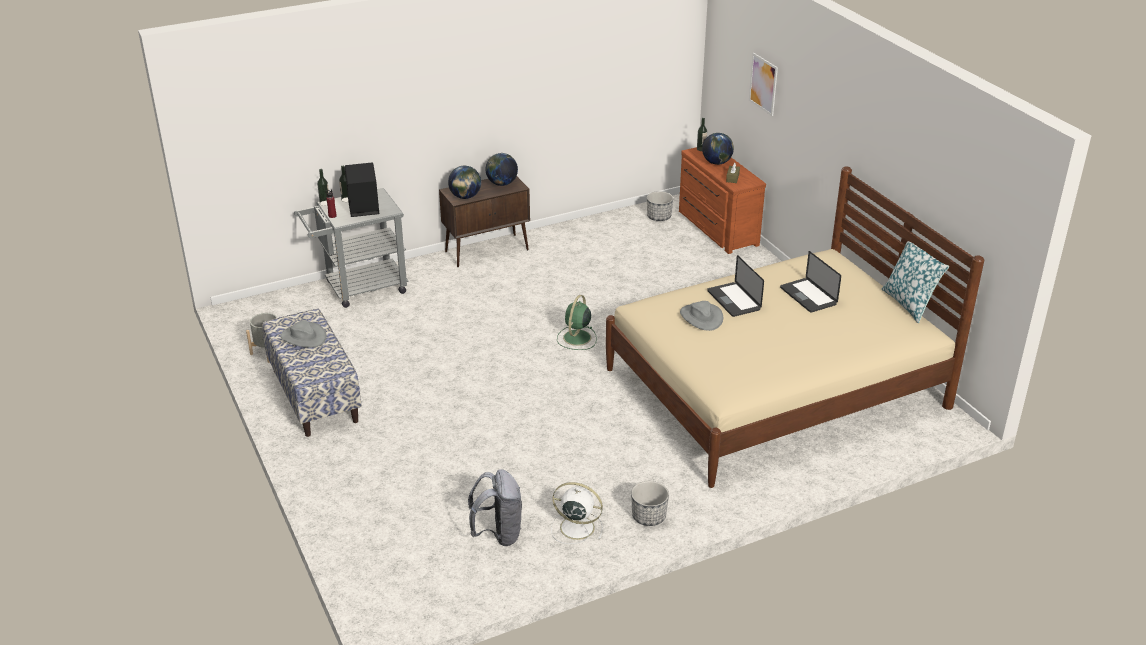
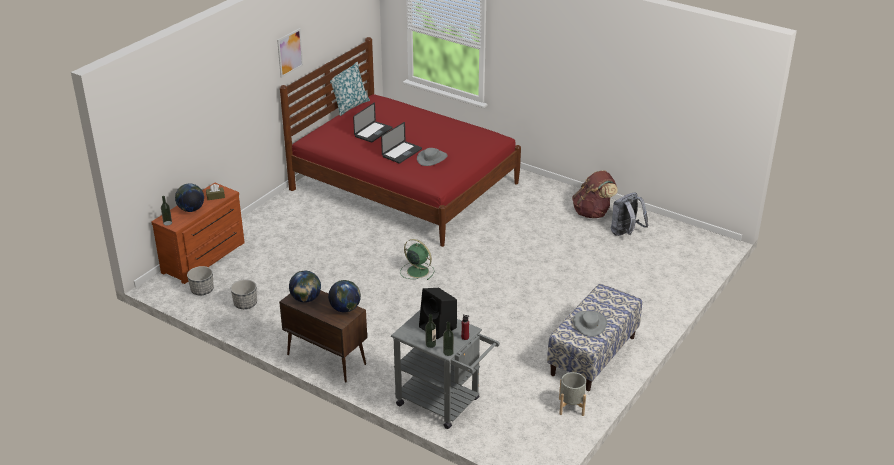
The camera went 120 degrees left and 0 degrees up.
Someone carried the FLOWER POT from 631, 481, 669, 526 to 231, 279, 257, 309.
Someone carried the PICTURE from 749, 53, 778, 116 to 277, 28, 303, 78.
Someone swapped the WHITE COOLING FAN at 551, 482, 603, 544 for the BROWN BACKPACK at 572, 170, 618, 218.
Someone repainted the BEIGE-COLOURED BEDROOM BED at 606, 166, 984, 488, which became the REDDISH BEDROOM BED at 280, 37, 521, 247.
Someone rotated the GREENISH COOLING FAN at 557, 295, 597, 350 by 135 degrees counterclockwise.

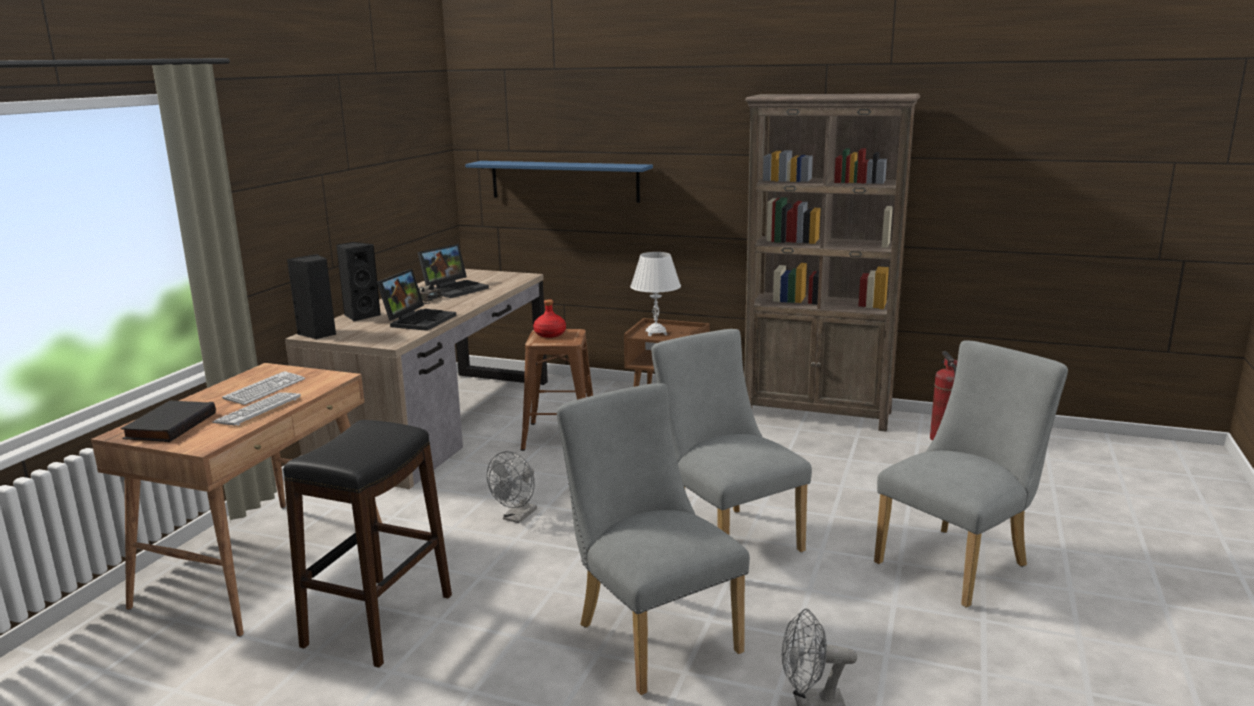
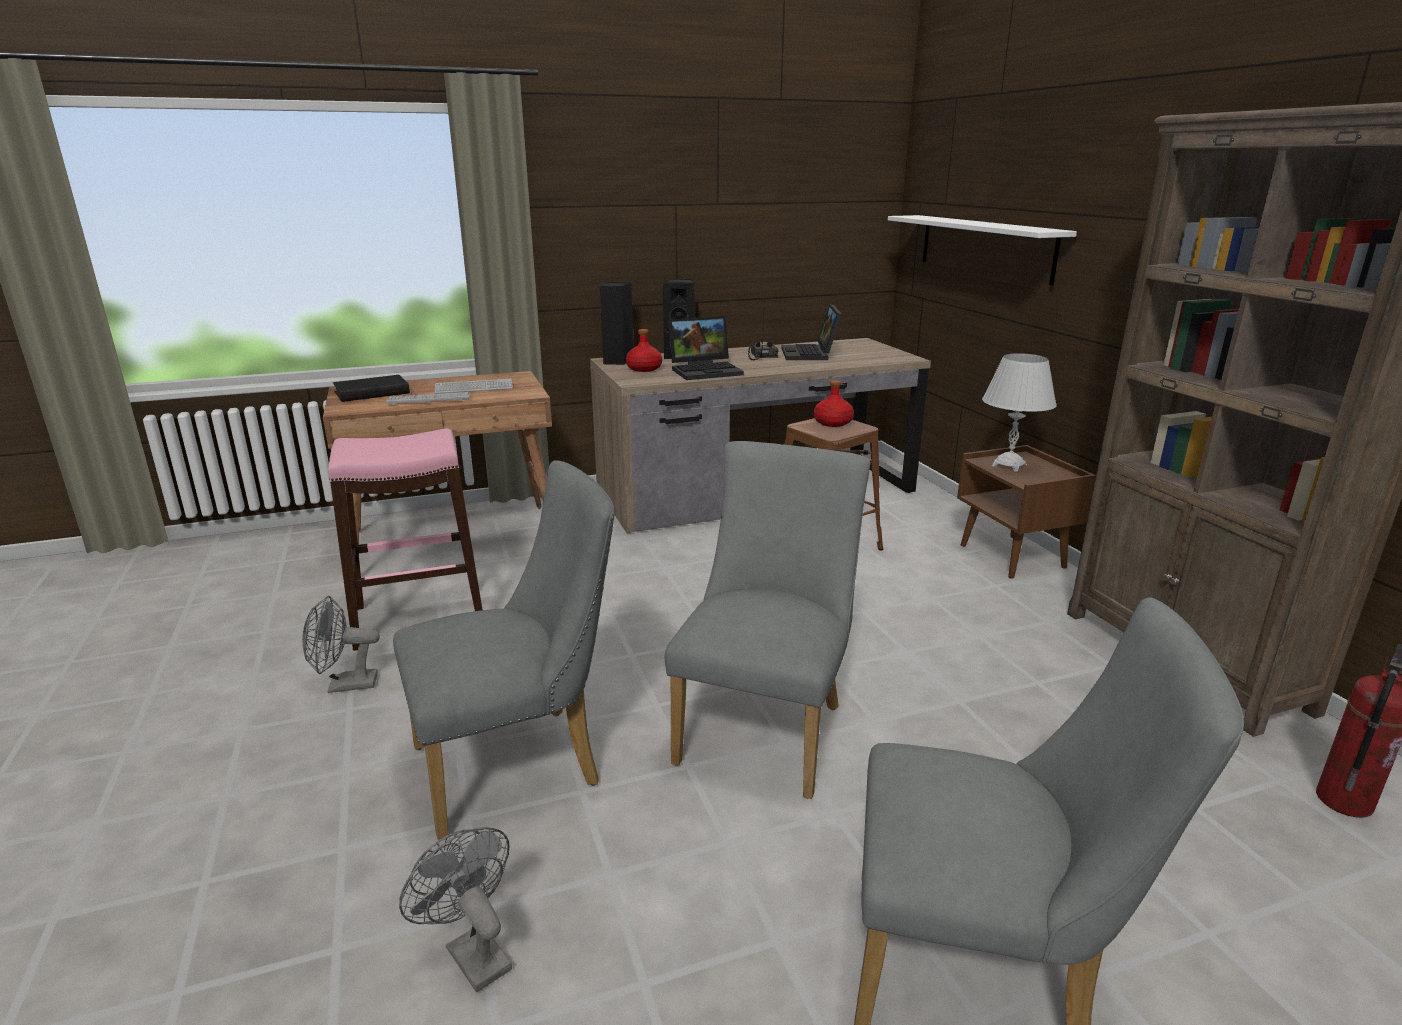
The camera went 50 degrees right and 5 degrees up.
Someone put down the REDDISH BEVERAGE BOTTLE at 626, 329, 662, 372.
Someone carried the GRAY COOLING FAN from 487, 451, 537, 523 to 302, 596, 380, 693.
Someone repainted the BLACKISH SITTING STOOL at 283, 420, 452, 668, which became the PINKISH SITTING STOOL at 328, 428, 483, 651.
Someone repainted the BLUE-COLOURED SHELF at 465, 161, 653, 203, which became the WHITE SHELF at 888, 215, 1077, 285.
Someone rotated the PORTABLE COMPUTER at 417, 244, 489, 298 by 90 degrees clockwise.
Someone rotated the GRAY CHAIR at 557, 383, 750, 695 by 45 degrees clockwise.

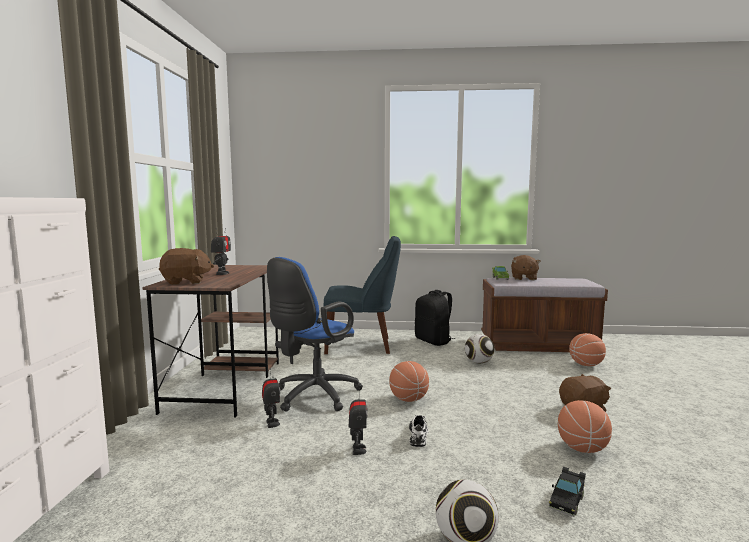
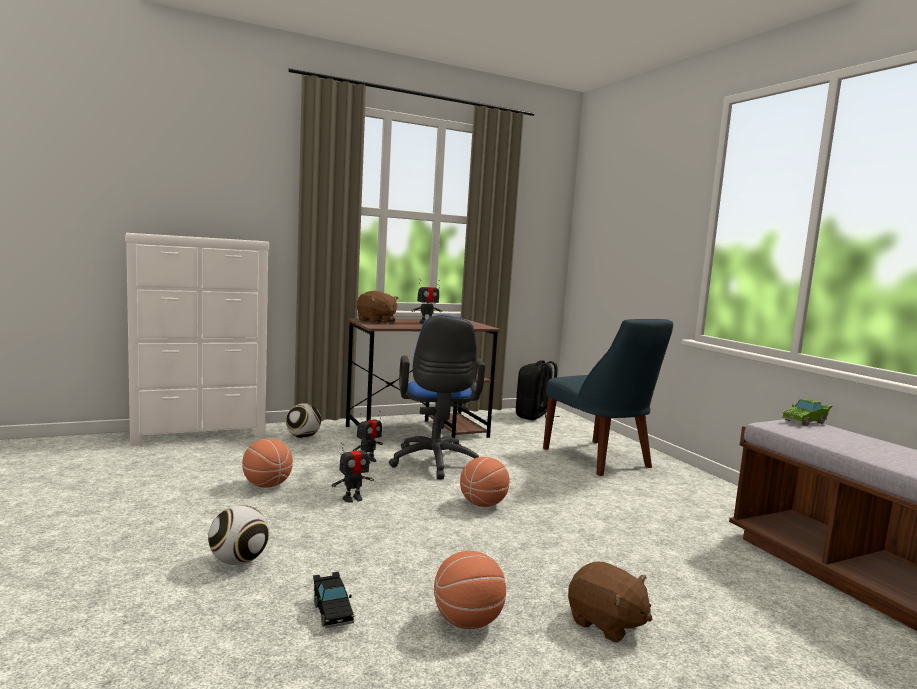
The camera went 60 degrees right and 0 degrees up.
Someone took away the WHITE SHOE at 409, 414, 429, 447.
Someone took away the BROWN PLUSH TOY at 511, 255, 541, 280.
Someone carried the BLACKISH BACKPACK from 415, 290, 455, 346 to 516, 360, 560, 421.
Someone carried the BALL FOR FOOTBALL from 465, 334, 494, 363 to 286, 403, 321, 438.
Someone carried the BALL FOR BASKETBALL from 569, 333, 606, 366 to 242, 439, 293, 488.
Someone rotated the BLUE-COLOURED COMPUTER CHAIR at 267, 257, 363, 412 by 105 degrees counterclockwise.
Someone rotated the BLACKISH TOY CAR at 549, 467, 586, 517 by 120 degrees counterclockwise.

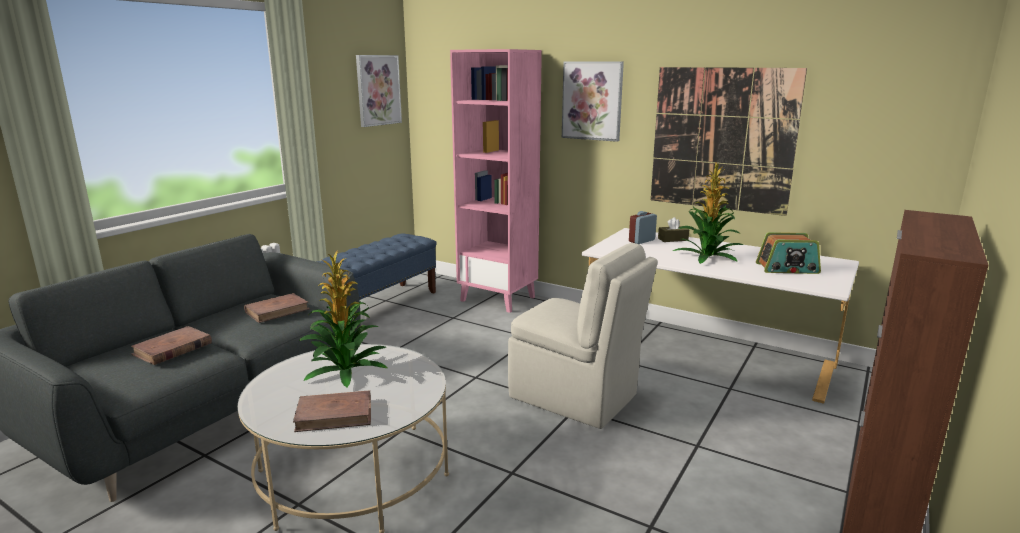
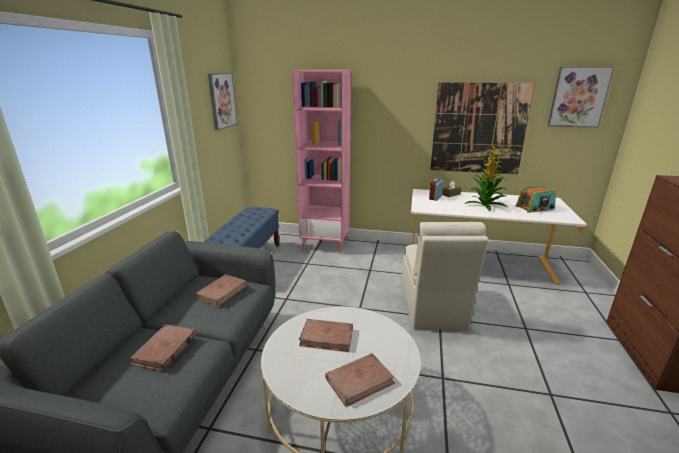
The camera went 20 degrees left and 5 degrees up.
Someone carried the PICTURE from 562, 61, 624, 142 to 548, 67, 615, 128.
Someone swapped the PLANT IN A POT at 299, 250, 387, 387 for the BROWN VOLUME at 299, 319, 353, 352.
Someone rotated the BEIGE-COLOURED CHAIR at 508, 243, 658, 429 by 75 degrees clockwise.

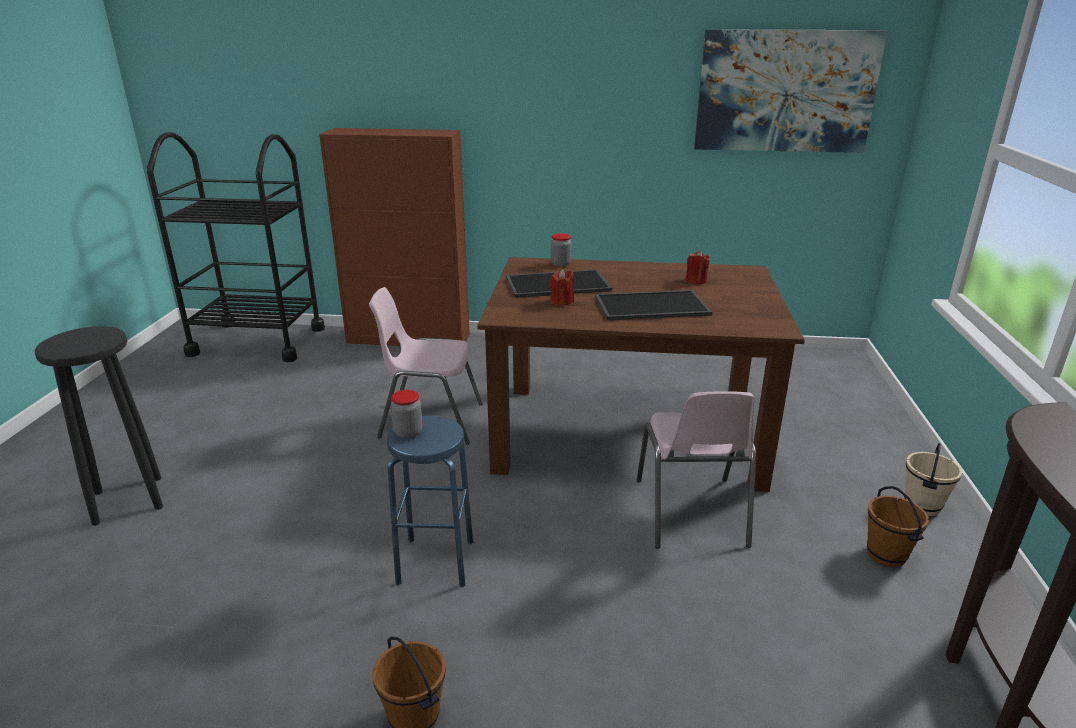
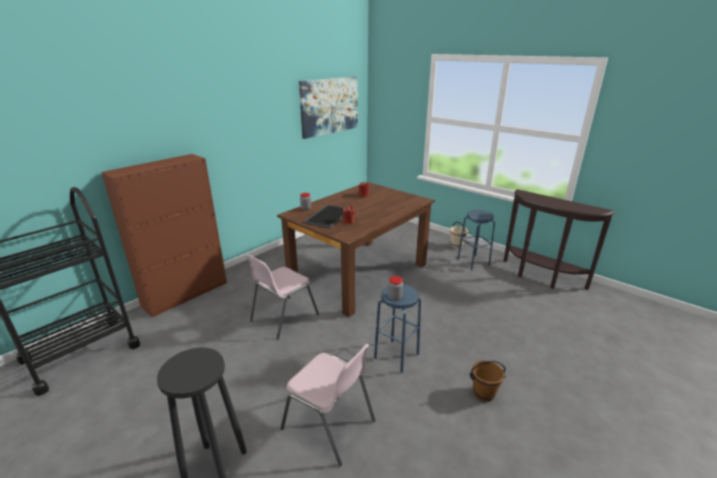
The camera went 55 degrees left and 0 degrees up.
Someone took away the SERVING TRAY at 595, 290, 712, 320.
Someone carried the PINKISH CHAIR from 637, 391, 756, 549 to 281, 344, 376, 466.
Someone swapped the BROWN BUCKET at 867, 486, 929, 567 for the BLUE-COLOURED SITTING STOOL at 457, 210, 495, 270.

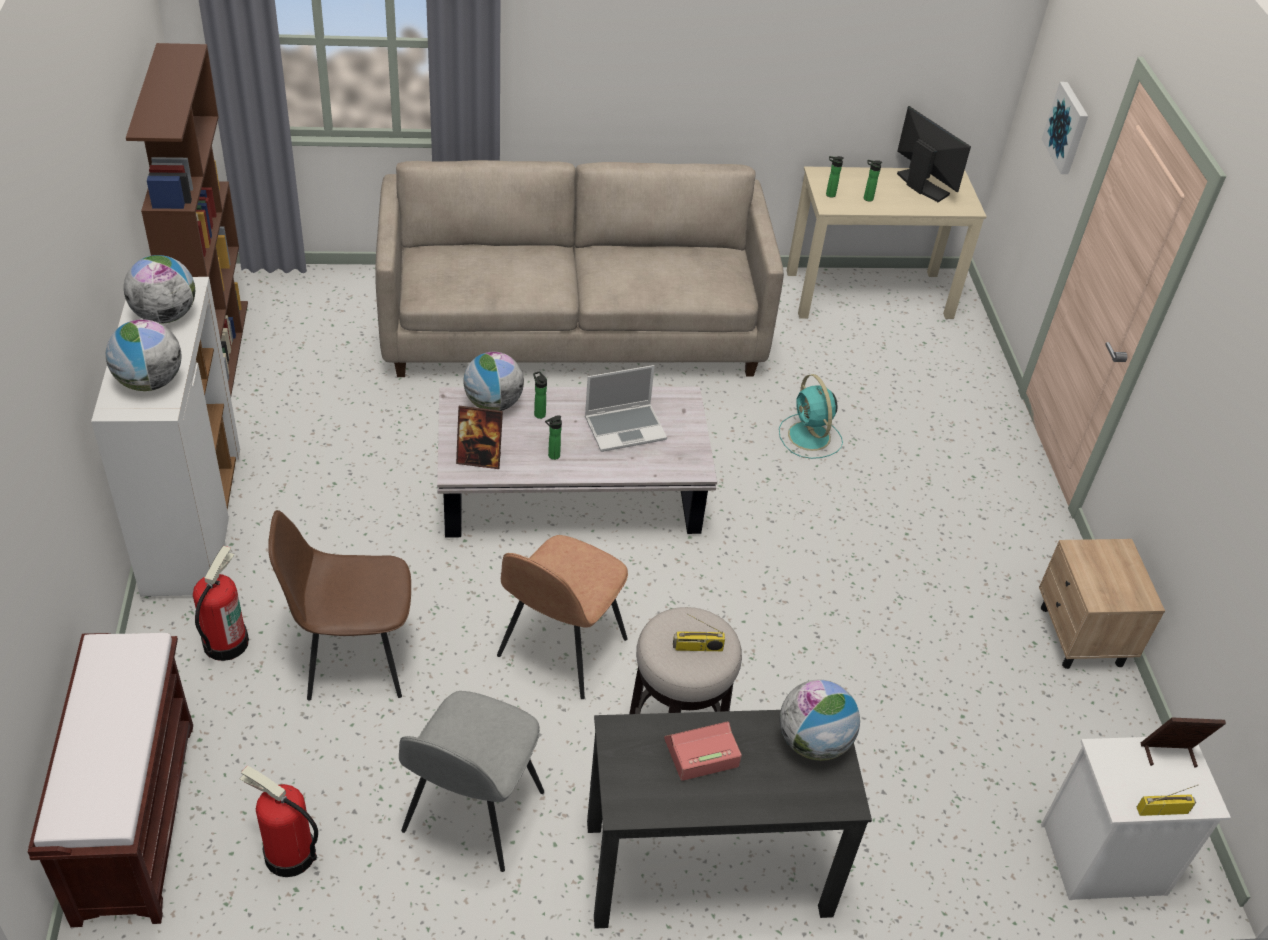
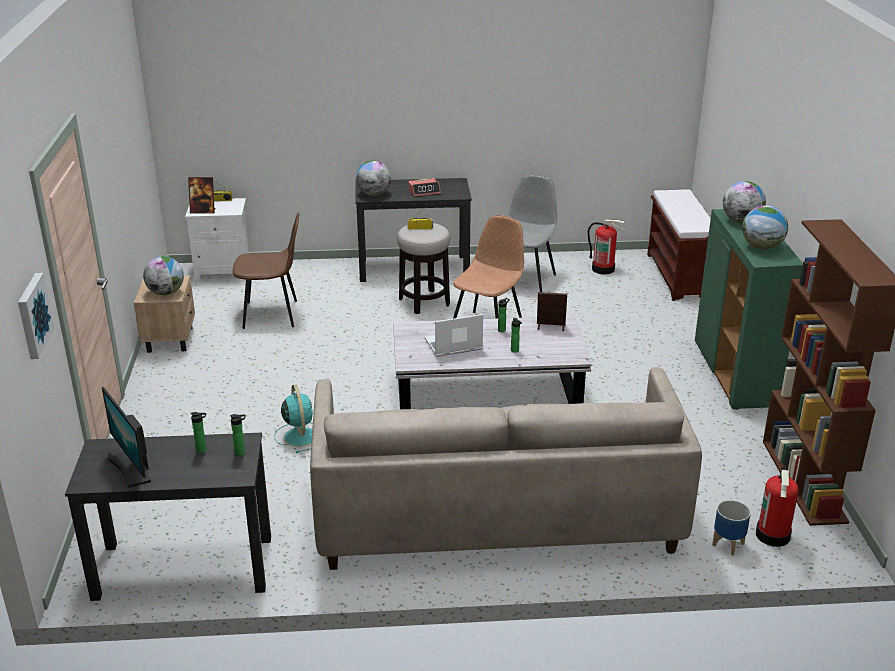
The camera went 175 degrees left and 15 degrees down.
Someone put down the FLOWER POT at 712, 500, 751, 555.
Someone carried the EXTINGUISHER from 193, 546, 249, 661 to 756, 466, 798, 547.
Someone carried the BROWN CHAIR from 268, 510, 411, 701 to 233, 212, 300, 329.
Someone carried the DESK GLOBE from 464, 352, 524, 411 to 143, 256, 184, 295.
Someone repainted the WHITE CABINET at 91, 277, 240, 597, which became the GREENISH CABINET at 695, 209, 803, 410.
Someone repainted the BEIGE-COLOURED DESK TABLE at 787, 167, 987, 319, which became the BLACKISH DESK TABLE at 65, 433, 271, 601.

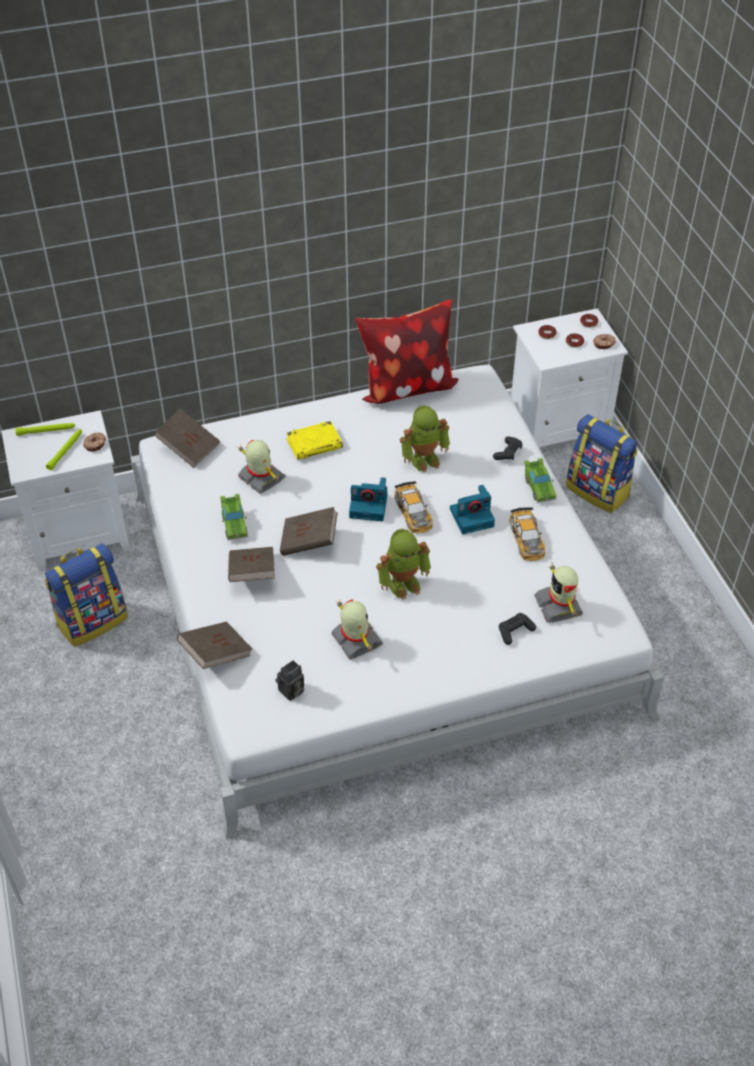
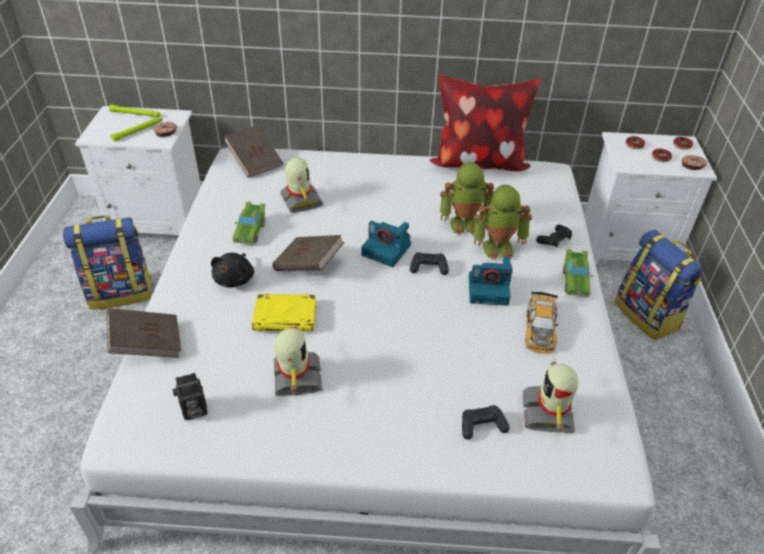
The camera went 20 degrees right and 5 degrees down.
Someone carried the YELLOW VOLUME from 286, 421, 343, 460 to 252, 294, 316, 332.
Someone carried the MODEL ROBOT from 376, 529, 431, 600 to 473, 184, 532, 260.
Someone swapped the BROWN VOLUME at 228, 547, 275, 582 for the BLACKISH PLUSH TOY at 211, 253, 254, 288.
Someone swapped the TOY CAR at 394, 481, 433, 533 for the BLACKISH JOYPAD at 410, 252, 449, 275.

